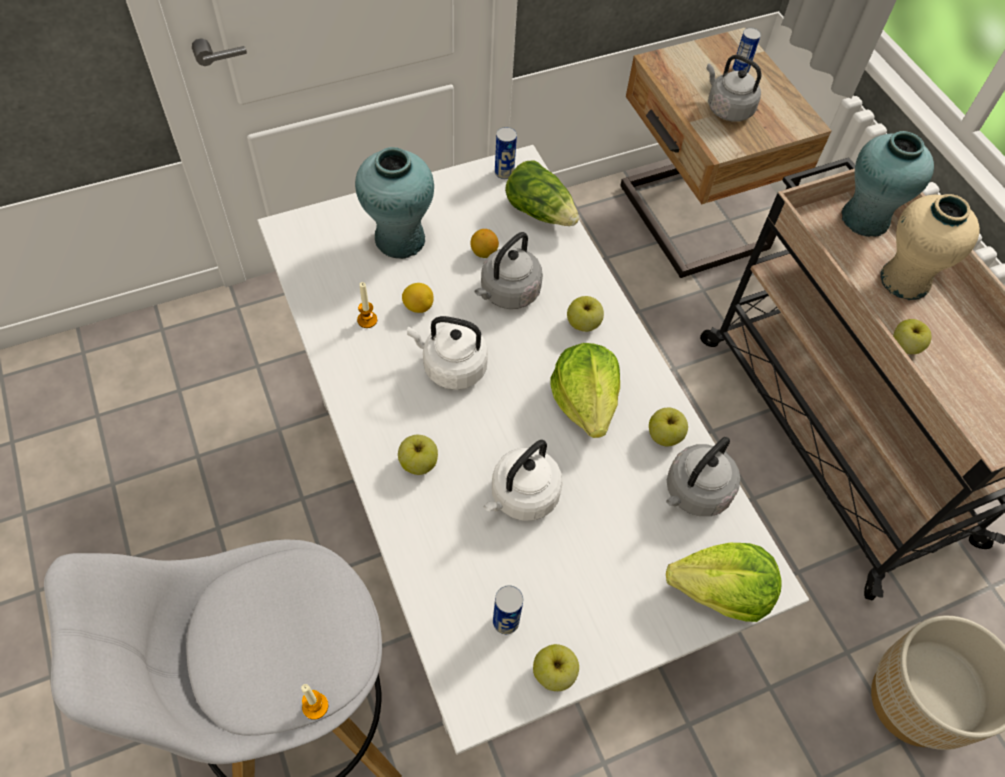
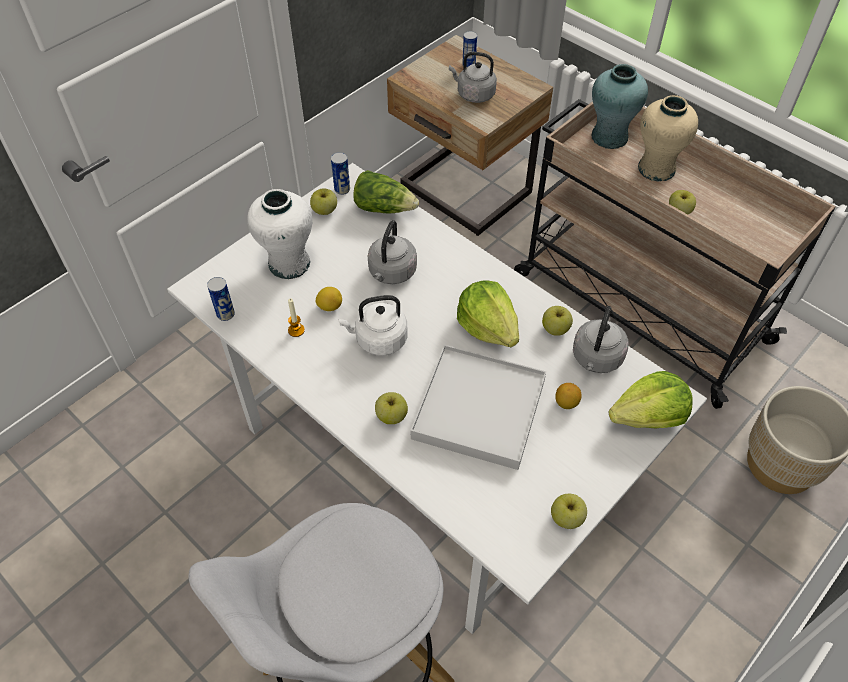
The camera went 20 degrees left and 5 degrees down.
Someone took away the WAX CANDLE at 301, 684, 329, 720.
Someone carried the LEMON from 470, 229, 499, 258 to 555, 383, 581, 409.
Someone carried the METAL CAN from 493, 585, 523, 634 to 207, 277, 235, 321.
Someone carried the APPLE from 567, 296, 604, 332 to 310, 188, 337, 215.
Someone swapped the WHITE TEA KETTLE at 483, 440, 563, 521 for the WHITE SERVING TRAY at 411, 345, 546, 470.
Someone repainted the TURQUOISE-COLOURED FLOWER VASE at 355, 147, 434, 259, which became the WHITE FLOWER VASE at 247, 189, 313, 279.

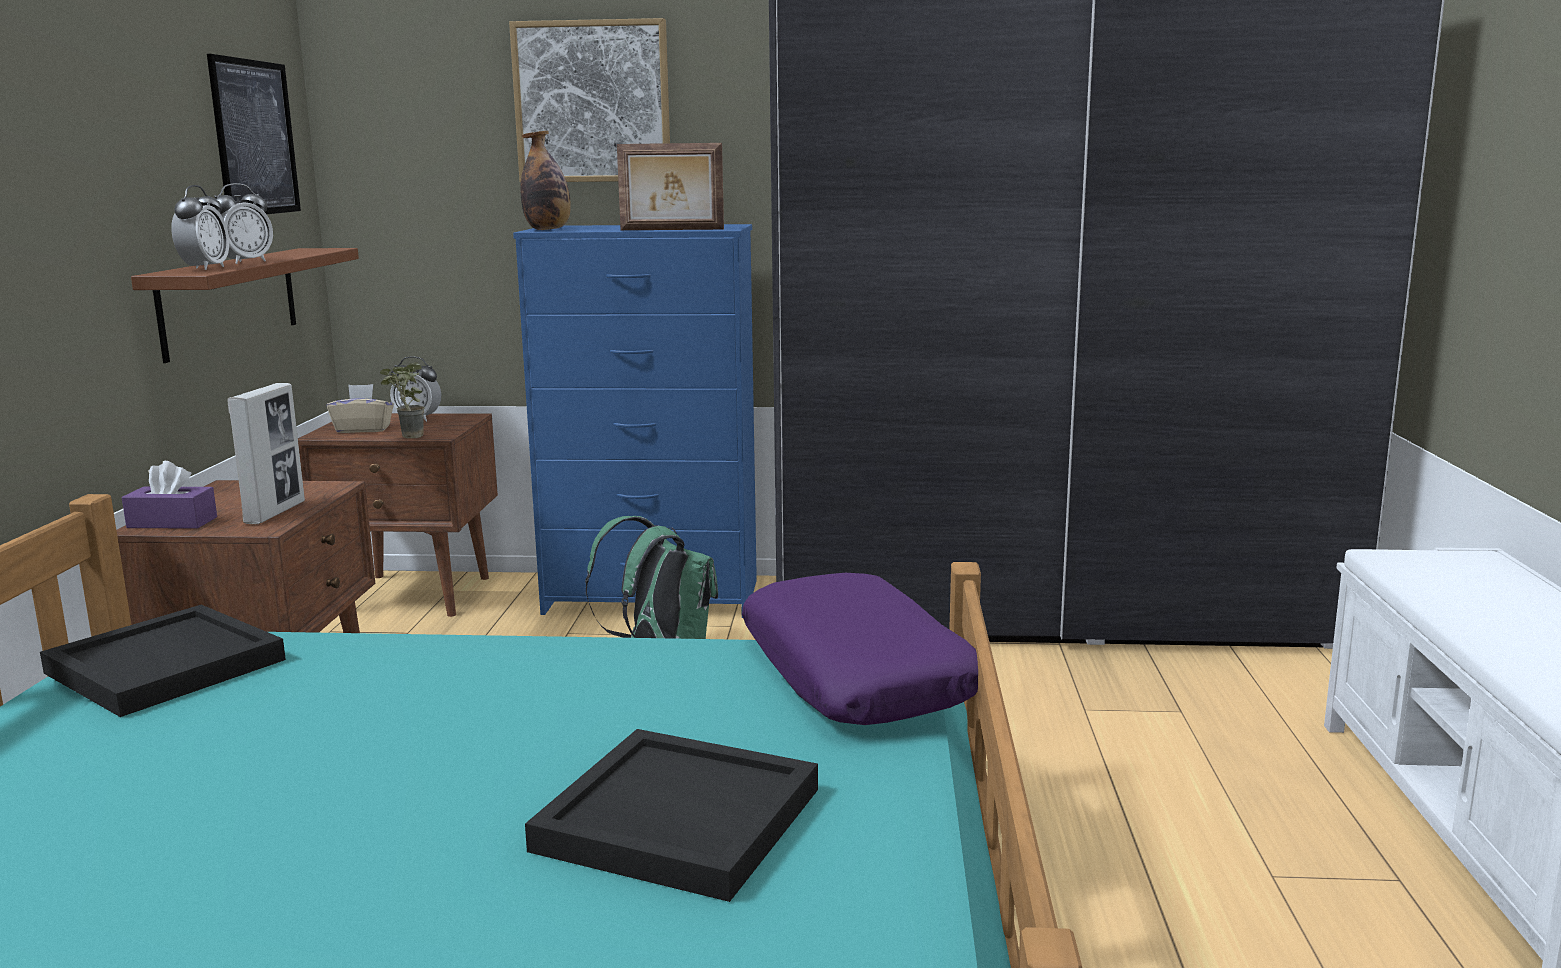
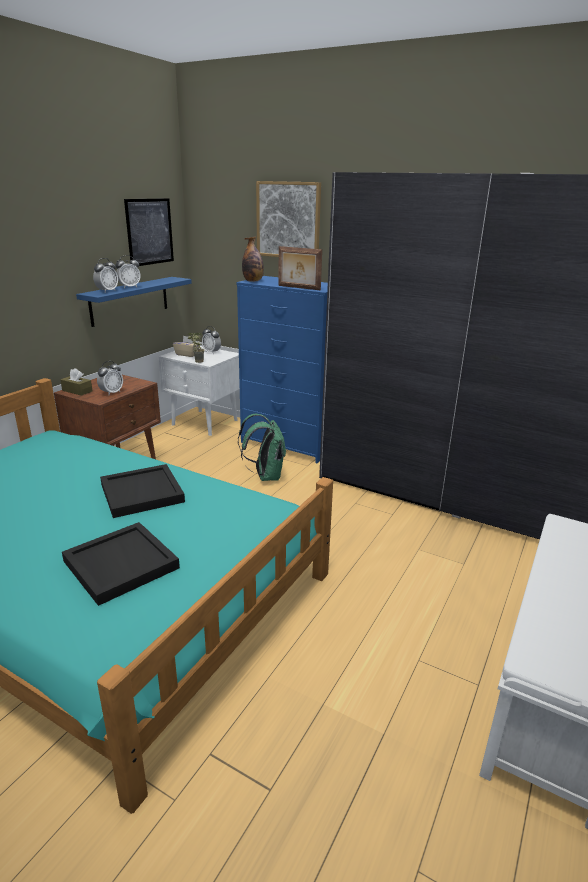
The camera went 25 degrees right and 10 degrees up.
Someone took away the PURPLE CUSHION at 742, 573, 978, 725.
Someone carried the BLACKISH SERVING TRAY from 40, 605, 286, 717 to 100, 464, 185, 518.
Someone swapped the PICTURE FRAME at 227, 383, 305, 524 for the BEDSIDE CLOCK at 97, 361, 123, 396.
Someone repainted the PURPLE BOX OF TISSUES at 122, 461, 217, 529, which became the BROWN BOX OF TISSUES at 60, 368, 93, 396.
Someone repainted the BROWN SHELF at 131, 248, 359, 363, which became the BLUE-COLOURED SHELF at 76, 277, 192, 327.
Someone repainted the BROWN BEDSIDE TABLE at 298, 413, 498, 617, which became the WHITE BEDSIDE TABLE at 159, 346, 240, 436.

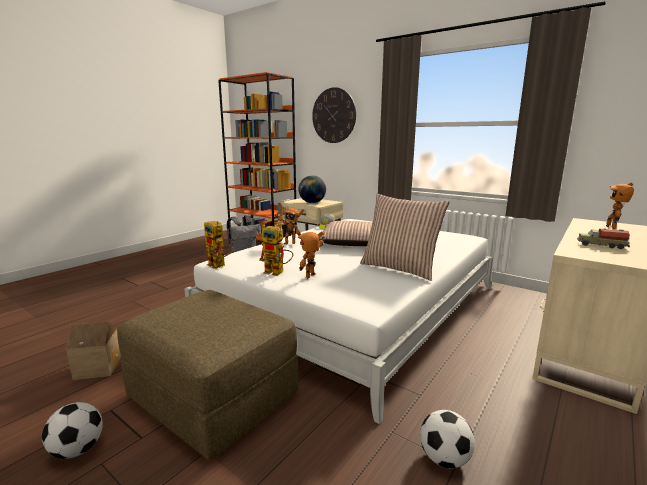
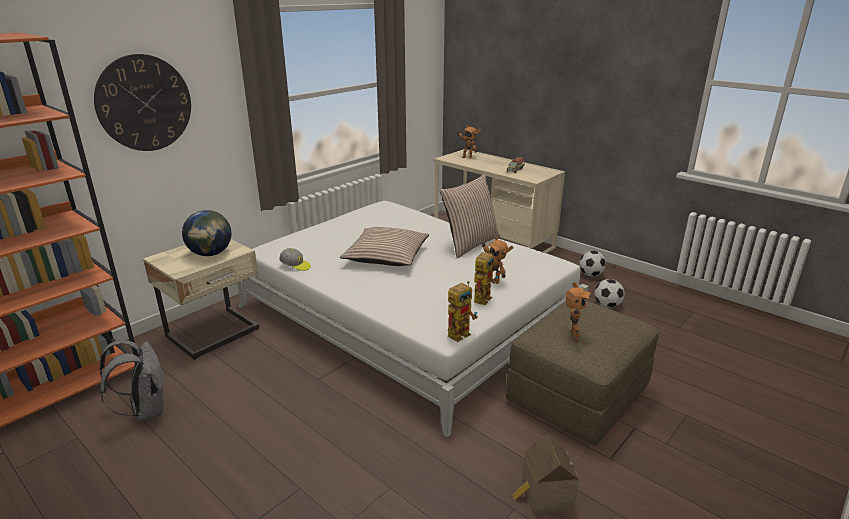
The camera went 85 degrees left and 10 degrees up.
Someone carried the BALL FOR FOOTBALL from 42, 402, 103, 459 to 579, 250, 606, 276.
Someone carried the MODEL ROBOT from 276, 206, 304, 244 to 565, 282, 591, 342.

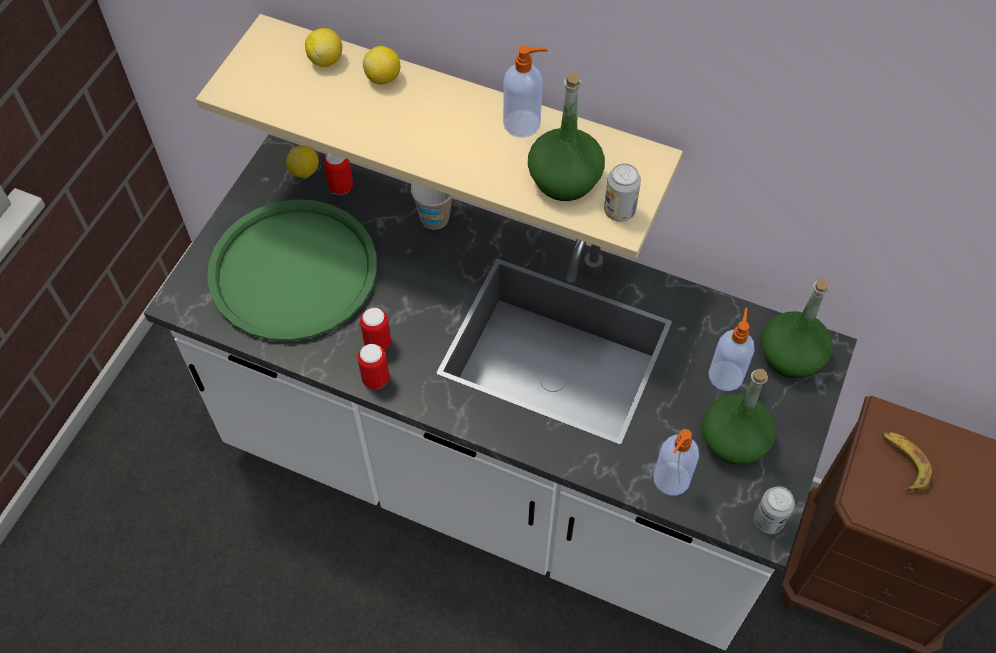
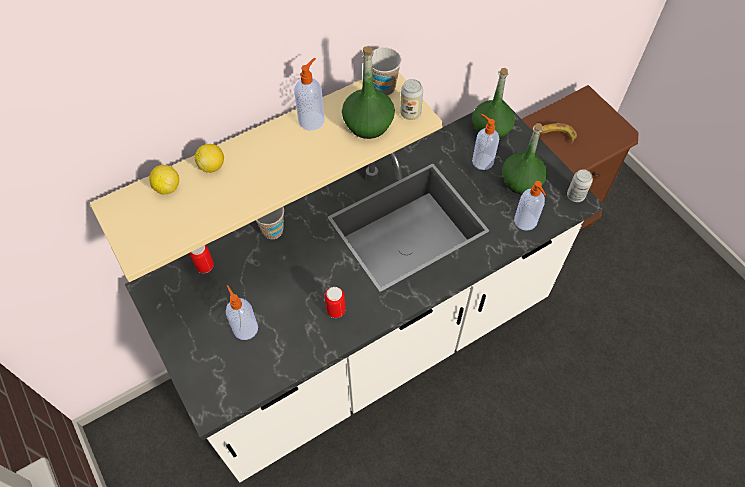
The camera went 55 degrees left and 0 degrees up.
Someone took away the LEMON at 286, 146, 319, 178.
Someone took away the METAL CAN at 357, 344, 389, 389.
Someone put down the CUP at 372, 48, 402, 96.
Someone swapped the GREENISH SERVING TRAY at 207, 199, 377, 341 for the SOAP DISPENSER at 226, 285, 258, 340.

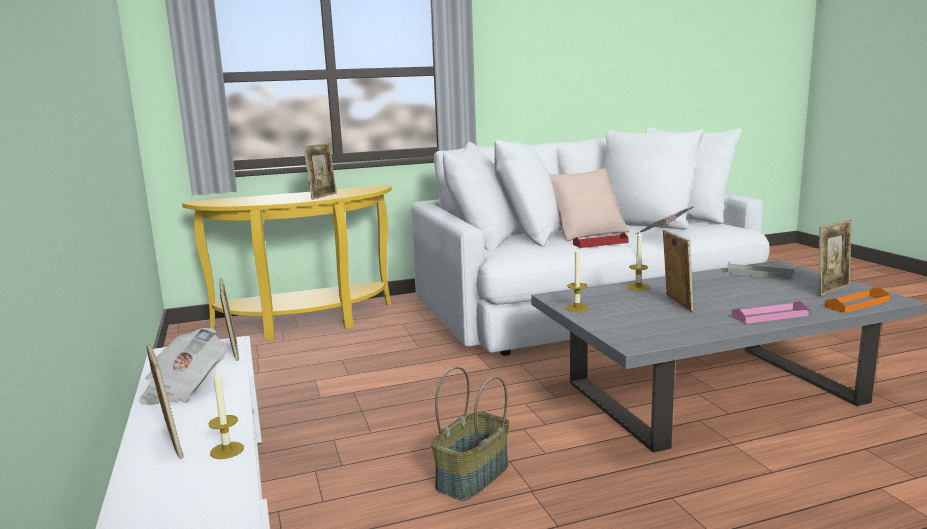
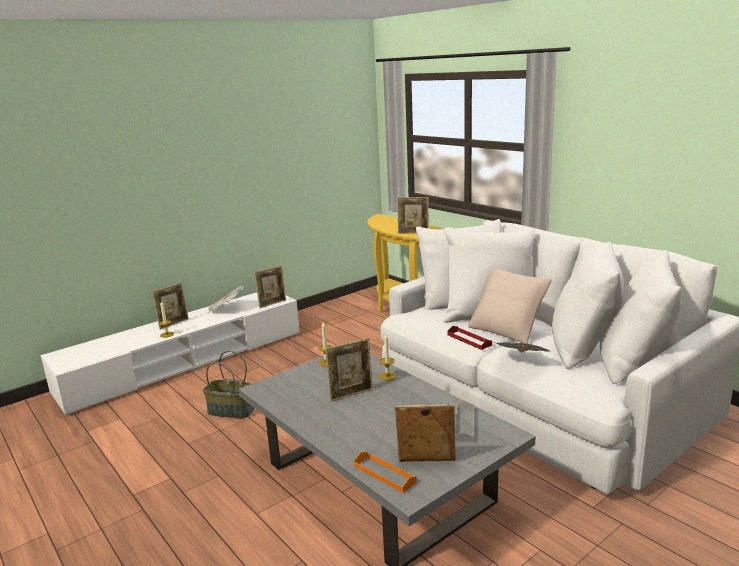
The camera went 70 degrees right and 5 degrees up.
Someone took away the PINKISH SERVING TRAY at 731, 300, 809, 324.
Someone rotated the PICTURE FRAME at 818, 220, 852, 296 by 150 degrees clockwise.

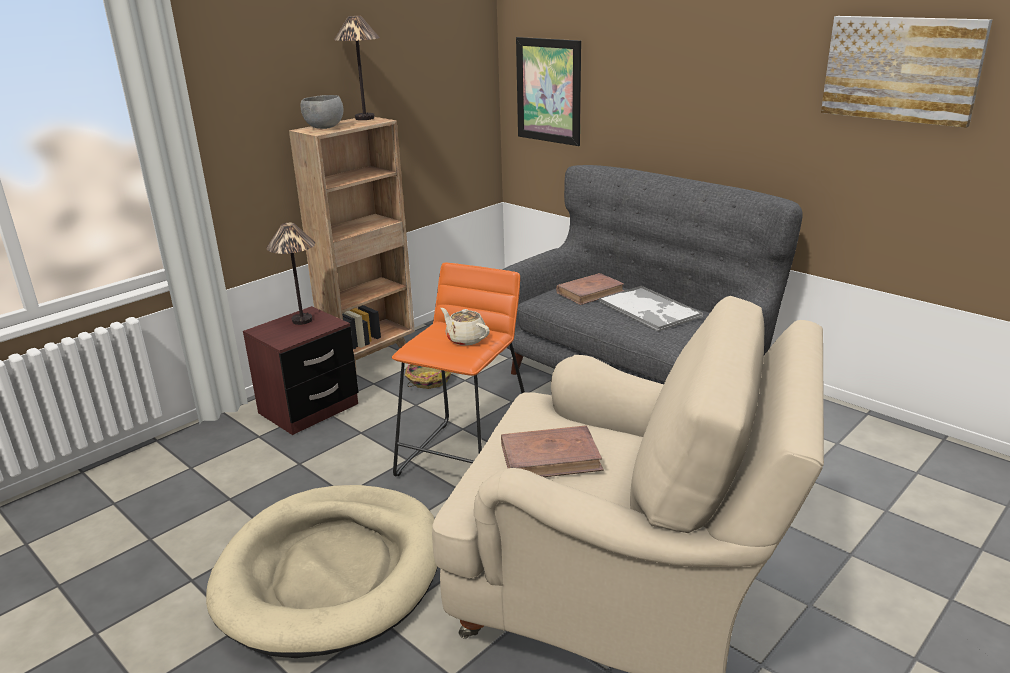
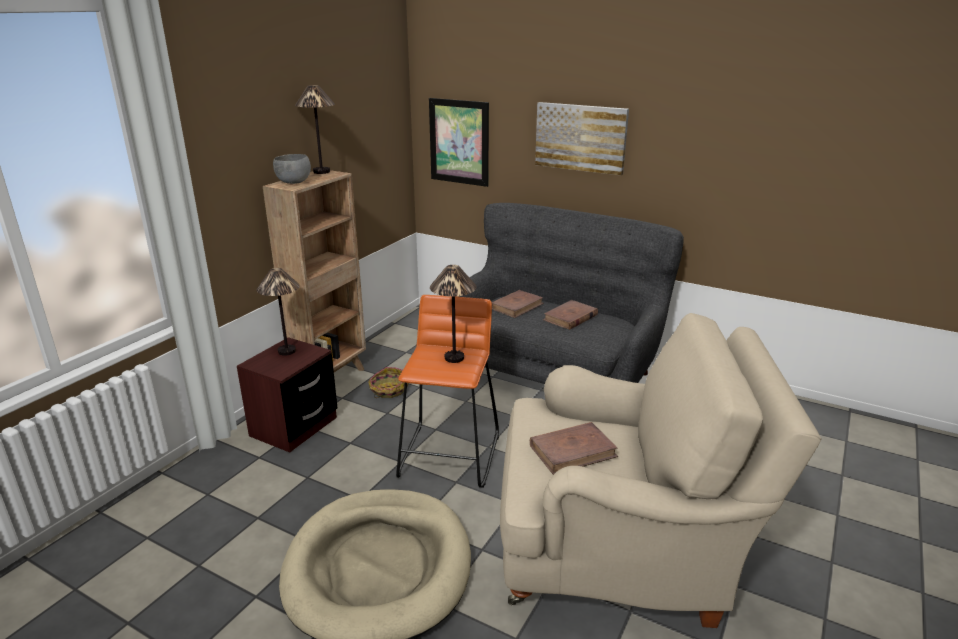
The camera went 15 degrees left and 0 degrees up.
Someone carried the PICTURE from 821, 16, 992, 128 to 535, 102, 629, 176.
Someone swapped the BEIGE-COLOURED TEA POT at 440, 308, 490, 346 for the TABLETOP LAMP at 430, 265, 477, 363.
Someone swapped the SERVING TRAY at 598, 286, 703, 332 for the BROWN VOLUME at 543, 300, 598, 330.

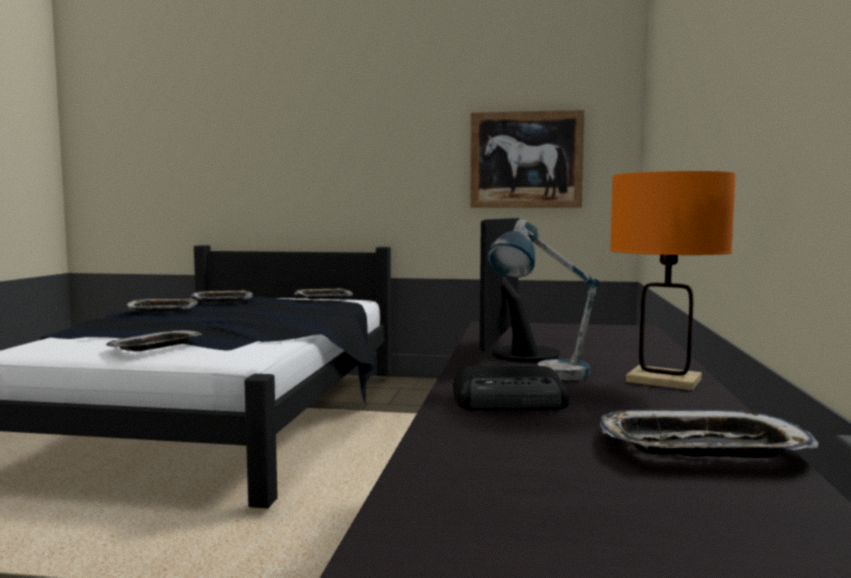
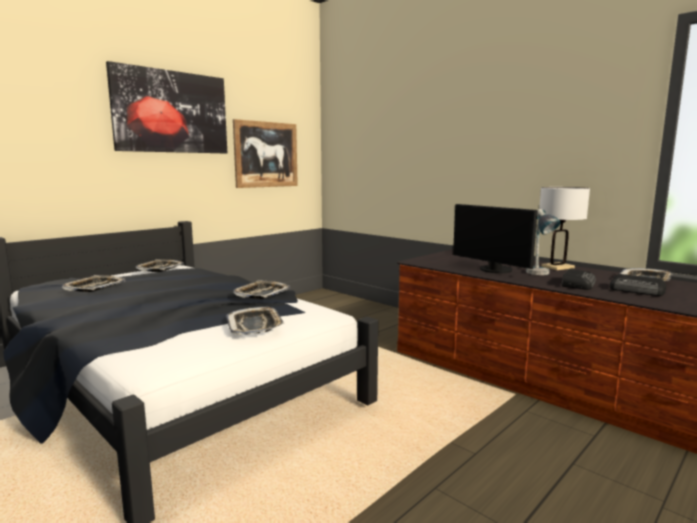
The camera went 55 degrees left and 5 degrees up.
Someone put up the PICTURE at 106, 61, 227, 153.
Someone put down the RADIO at 610, 274, 666, 296.
Someone carried the SERVING TRAY from 126, 298, 198, 312 to 233, 280, 290, 299.
Someone repainted the ORANGEY TABLETOP LAMP at 610, 171, 736, 390, which became the WHITE TABLETOP LAMP at 539, 187, 590, 270.

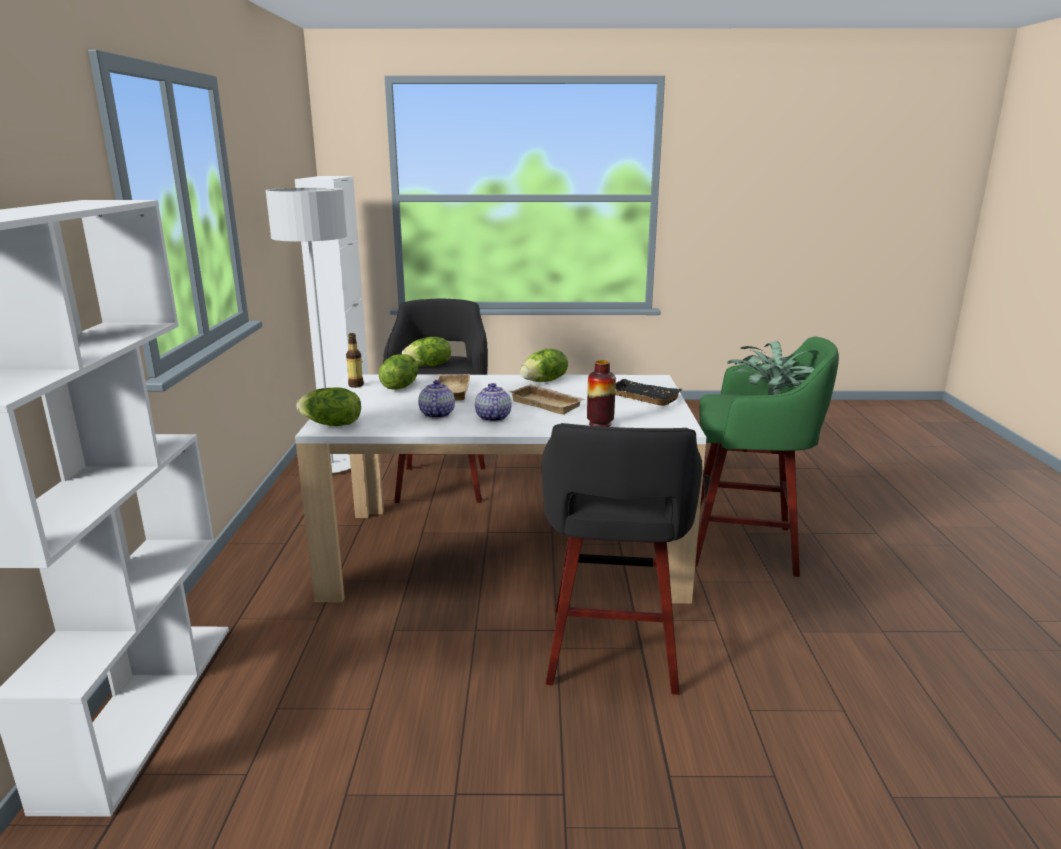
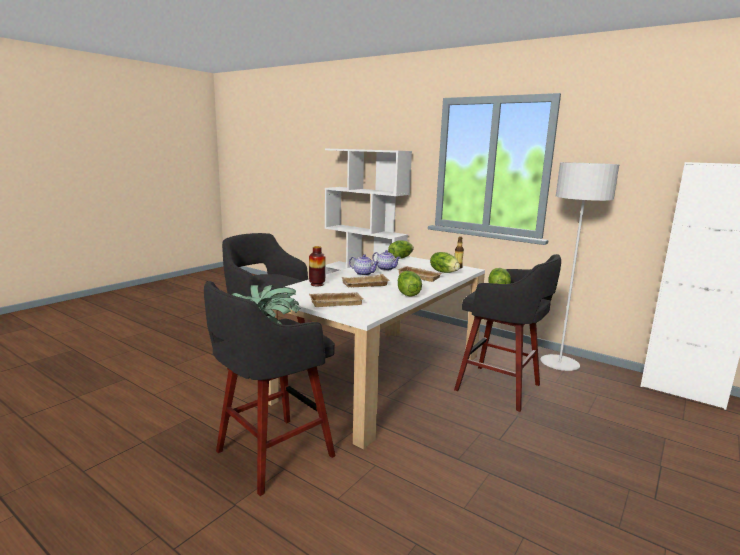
The camera went 125 degrees right and 5 degrees down.
Someone repainted the BLACKISH SERVING TRAY at 615, 379, 682, 406, which became the BEIGE-COLOURED SERVING TRAY at 309, 292, 363, 307.
Someone repainted the GREENISH SITTING STOOL at 695, 337, 839, 577, which became the BLACKISH SITTING STOOL at 204, 281, 336, 496.

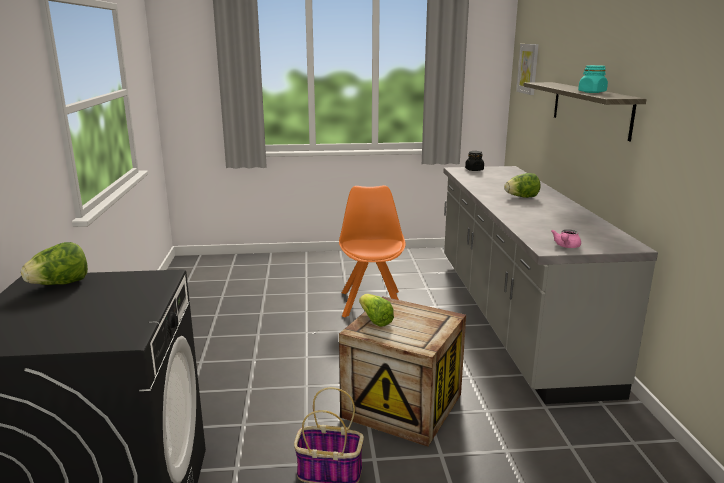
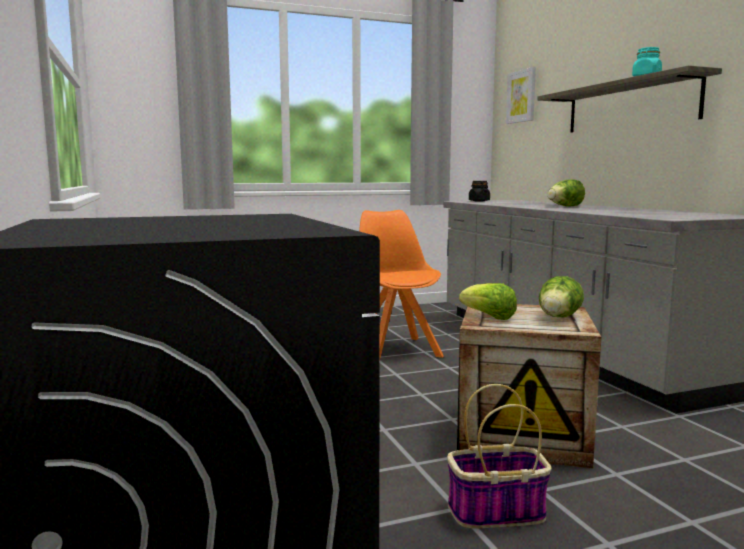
The camera went 15 degrees left and 10 degrees down.
Someone took away the PINKISH TEA POT at 551, 229, 581, 248.
Someone carried the LETTUCE from 21, 242, 88, 285 to 539, 276, 584, 317.

